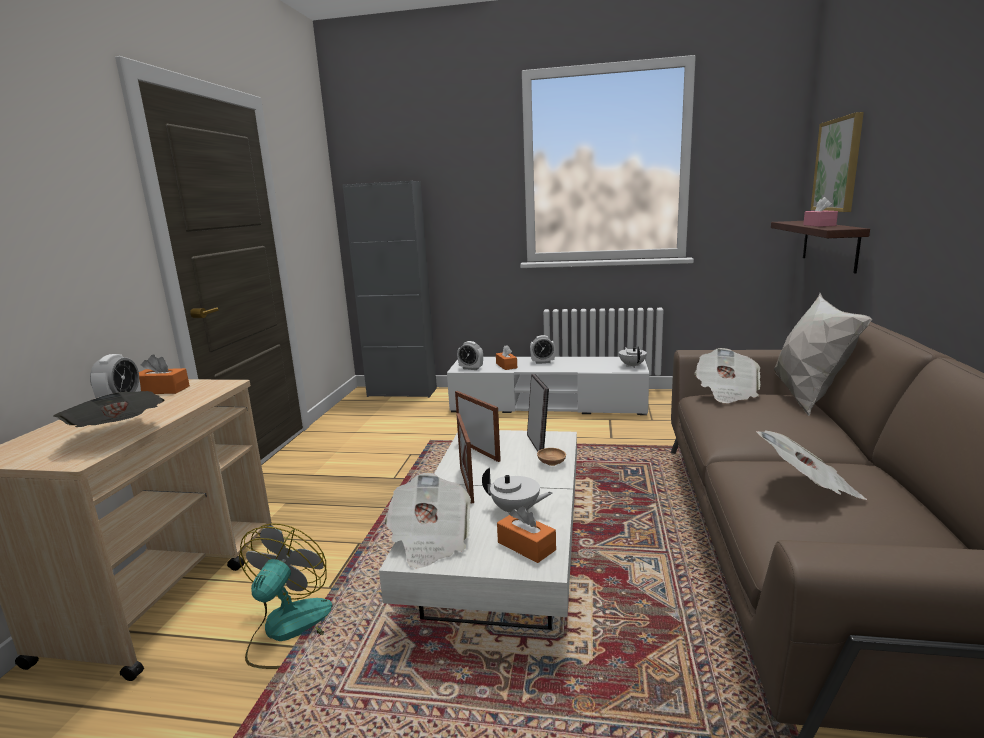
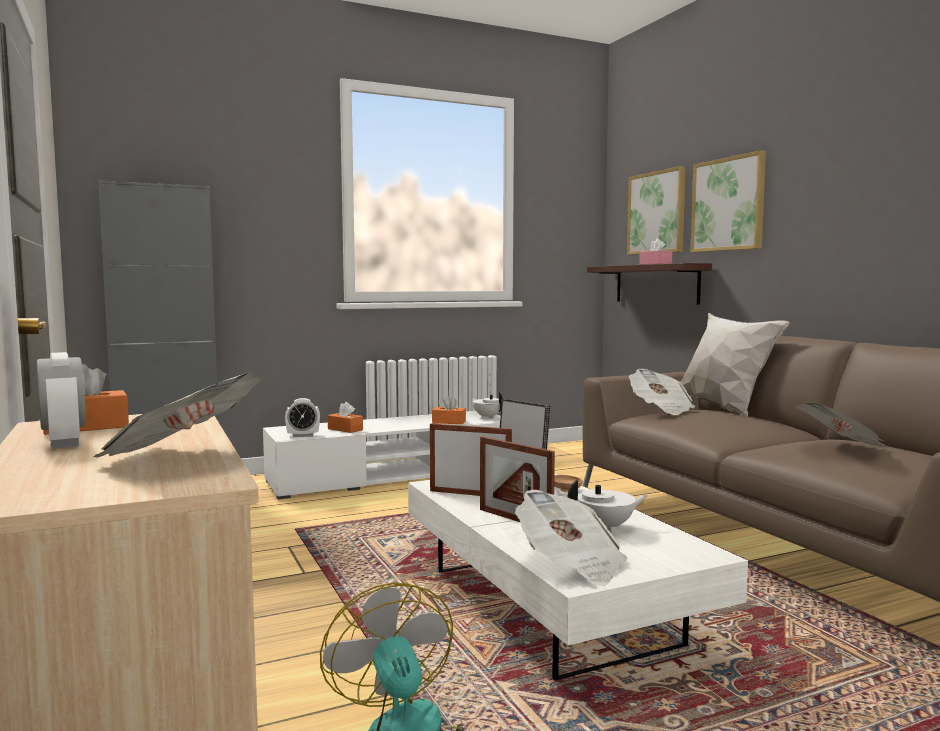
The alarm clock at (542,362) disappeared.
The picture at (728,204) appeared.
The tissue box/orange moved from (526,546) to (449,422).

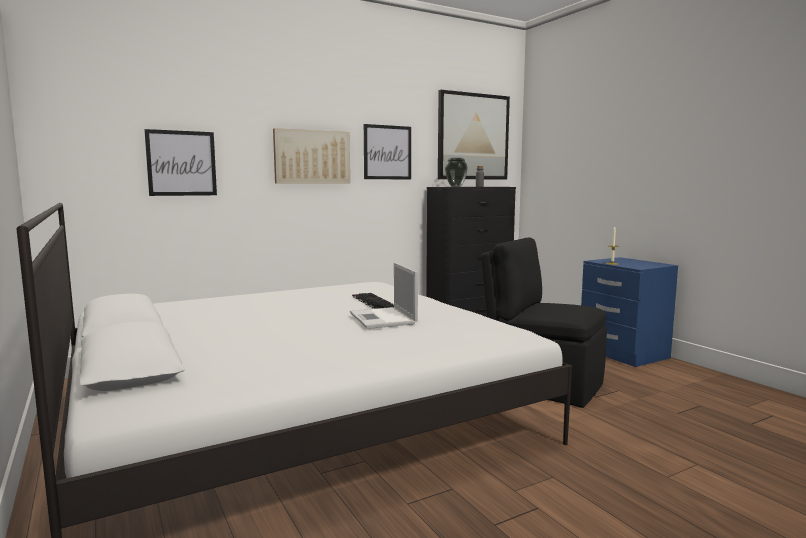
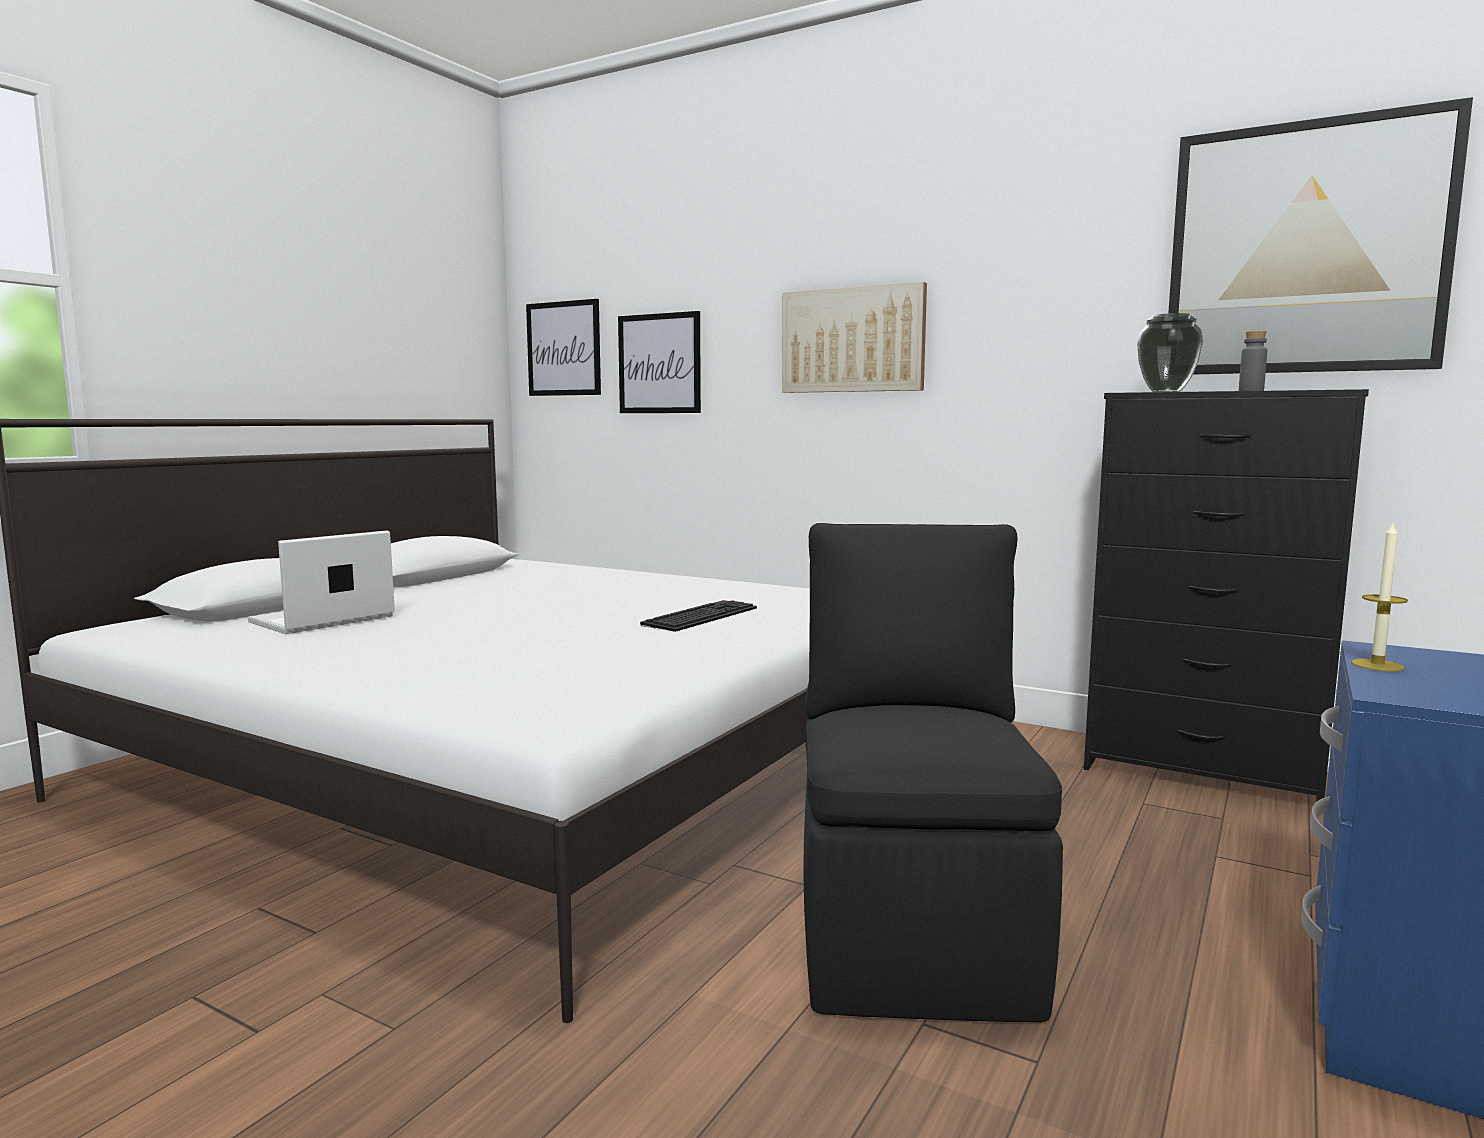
The laptop moved from (383,319) to (320,620).
The picture moved from (387,152) to (563,348).

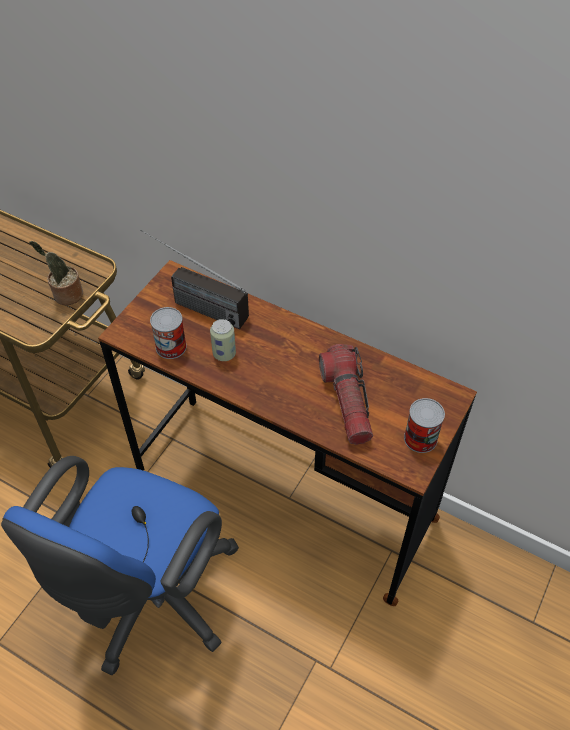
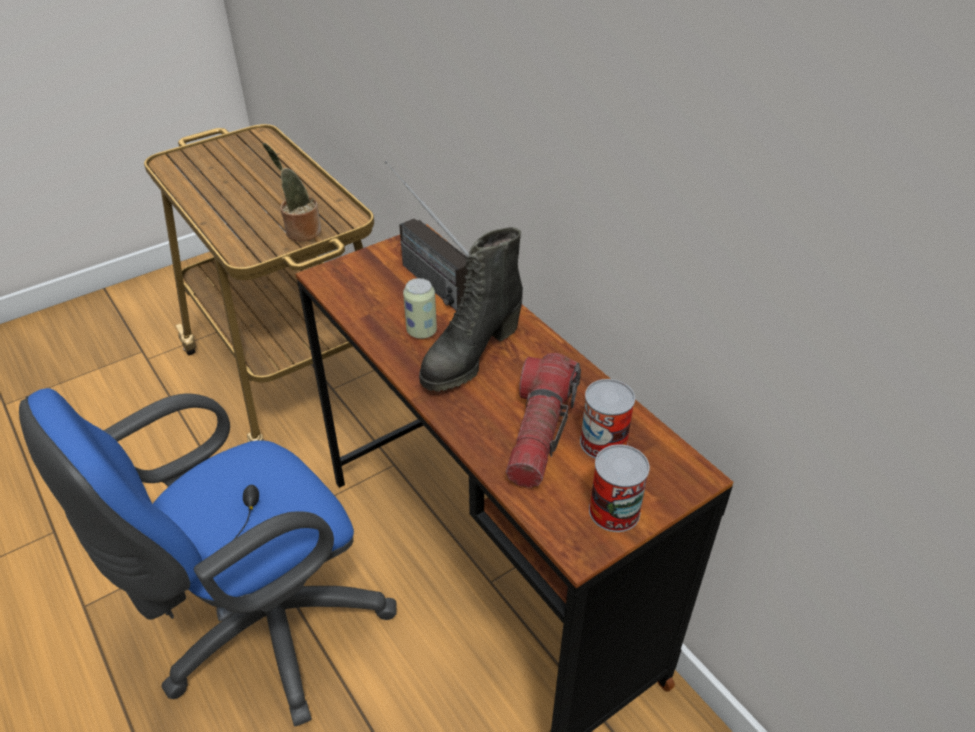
The boot/black at (470,355) appeared.
The can moved from (171,347) to (603,442).

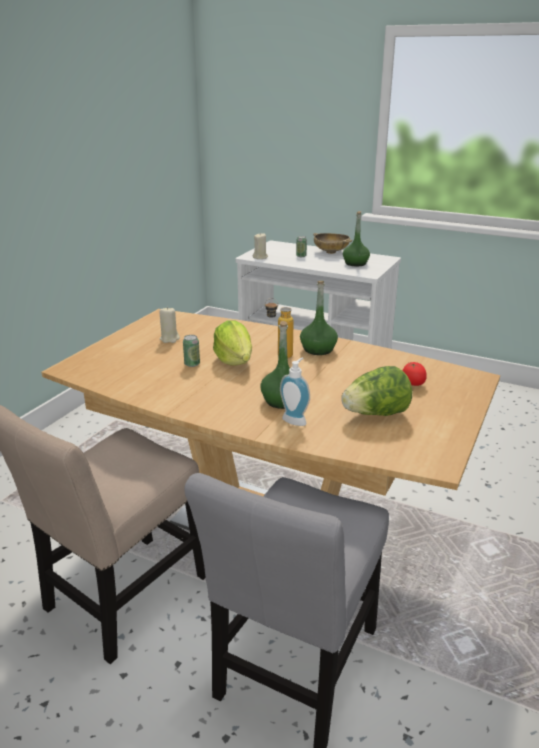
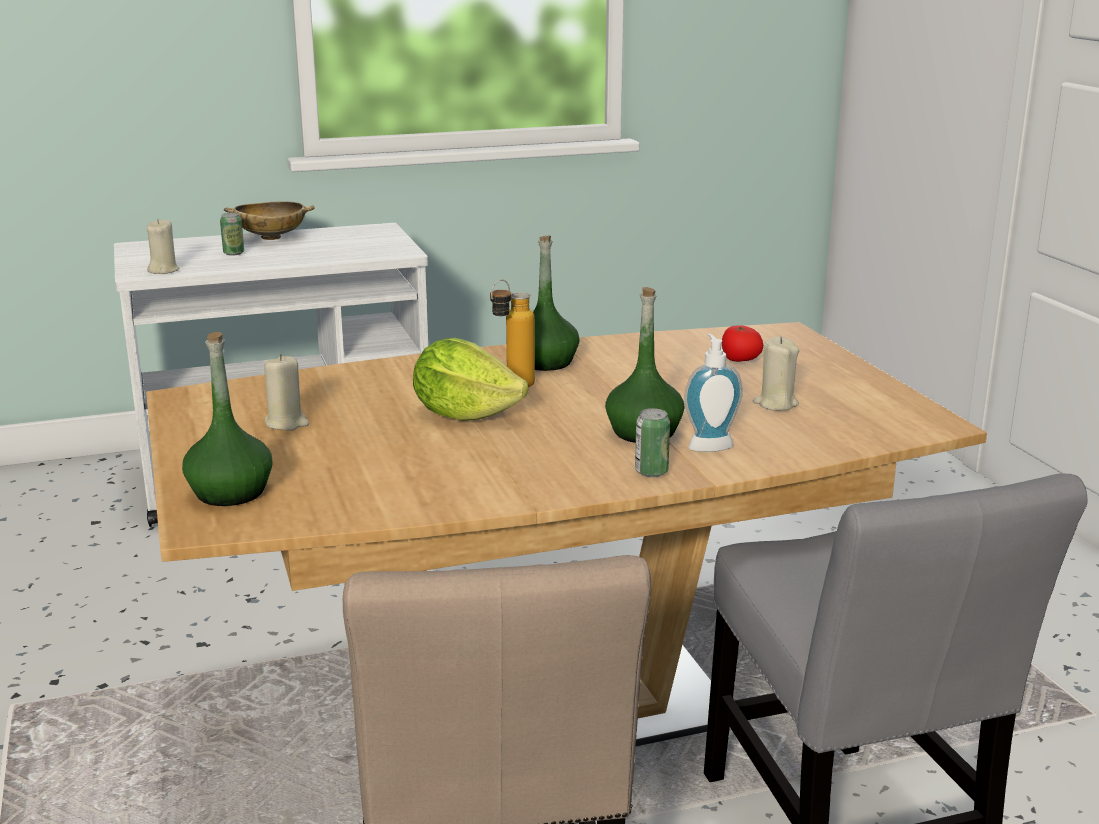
The can moved from (192,364) to (651,472).
The bottle/green moved from (355,263) to (230,493).
The lettuce at (376,414) was replaced by the candle/beige at (775,404).

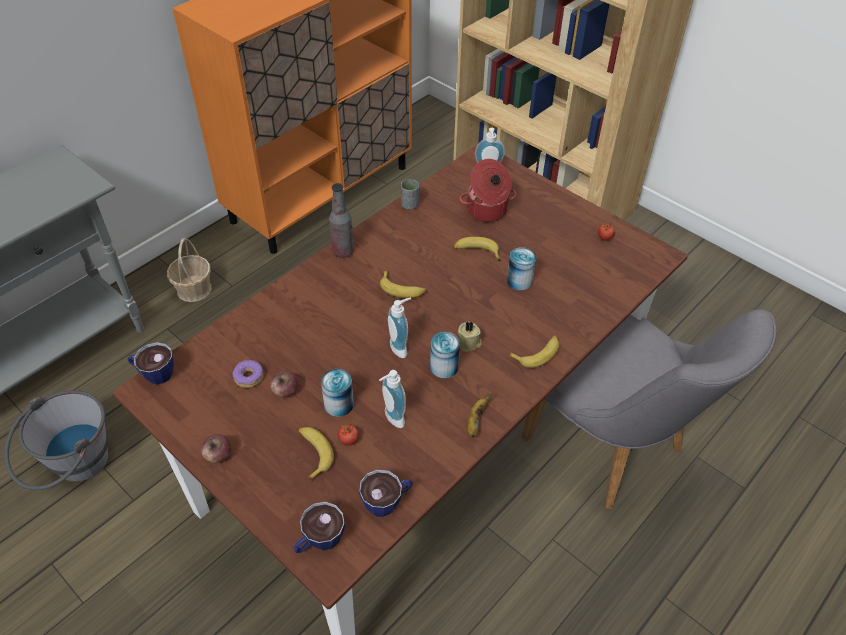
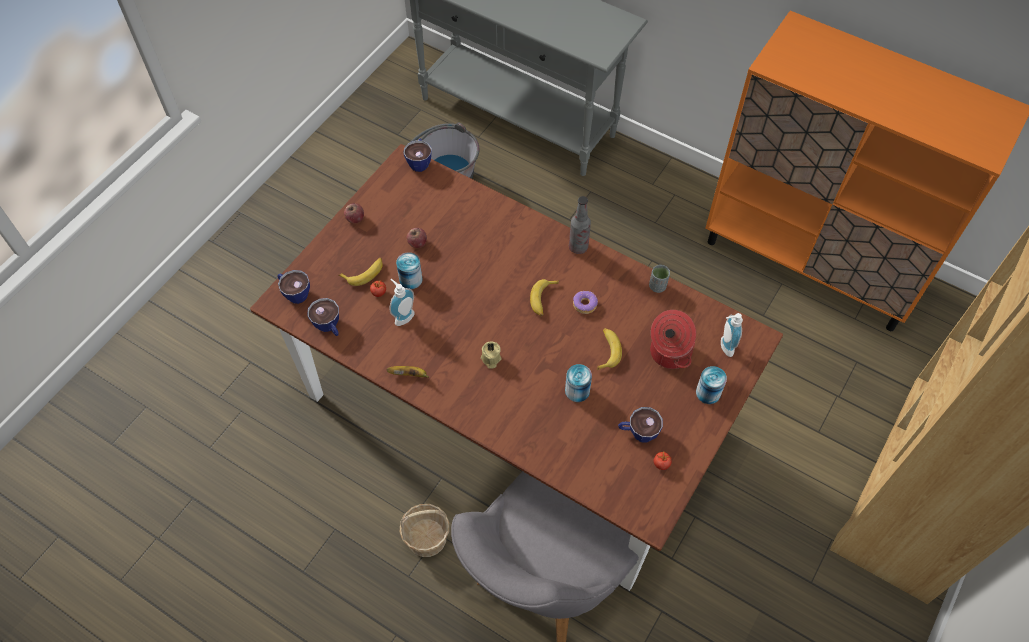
The soap dispenser at (401,347) disappeared.
The banana at (537,354) disappeared.
The cup at (638,432) appeared.
The basket moved from (194,289) to (426,537).
The donut moved from (248,377) to (584,304).
The can moved from (444,367) to (708,393).

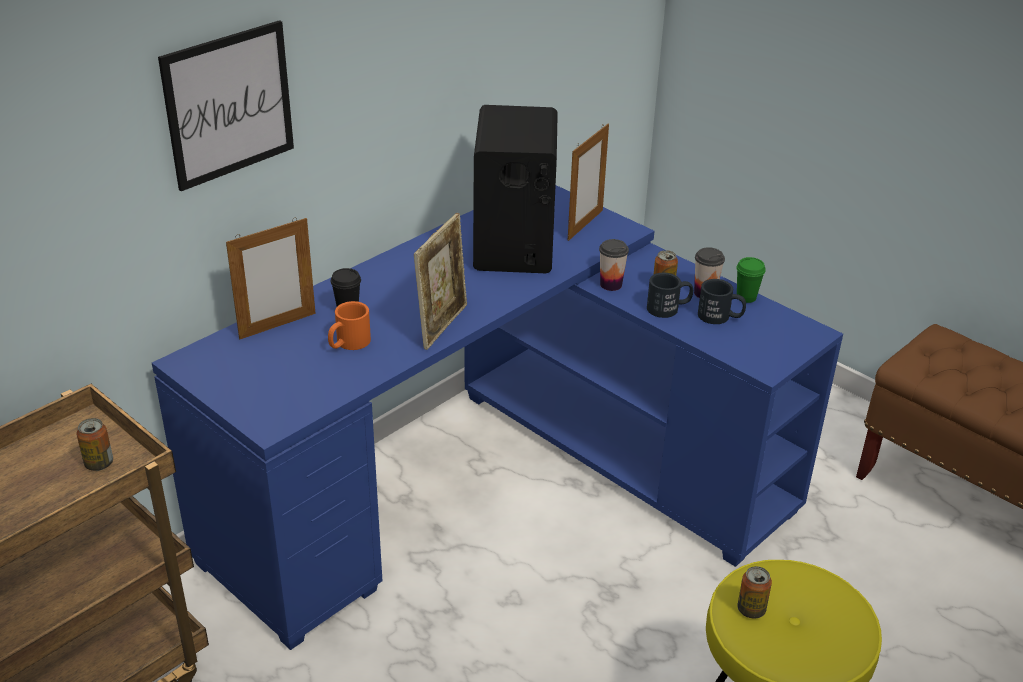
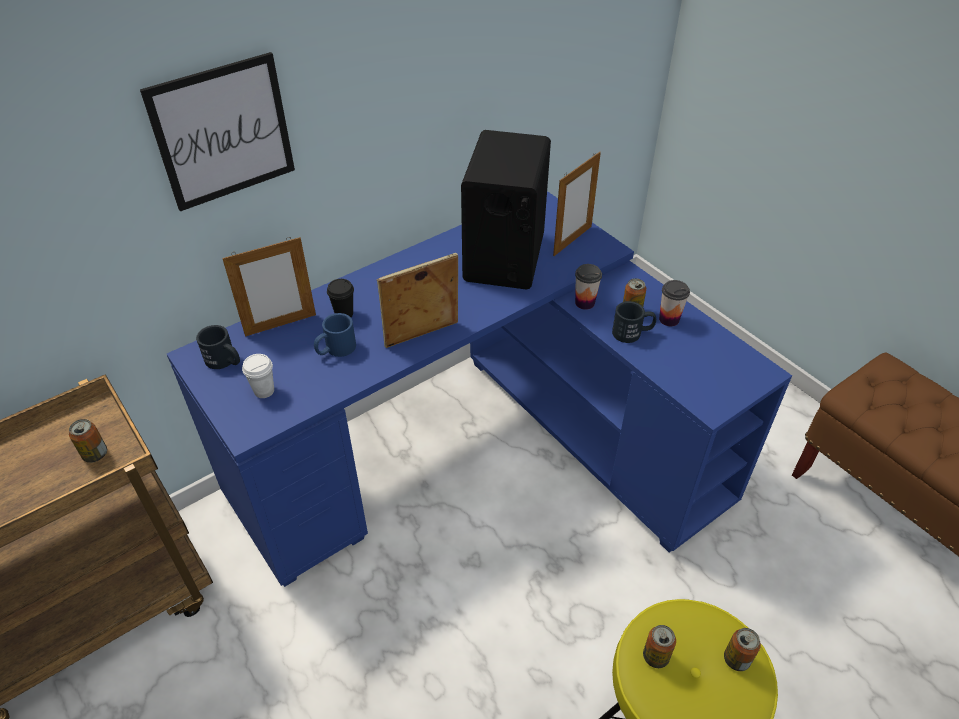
The cup/green at (746,297) disappeared.
The cup/white at (264,391) appeared.
The can at (736,659) appeared.
The mug/black moved from (720,317) to (225,361).
The mug/orange at (348,344) became the mug/blue at (335,349).
The picture frame at (442,325) turned 150 degrees counterclockwise.

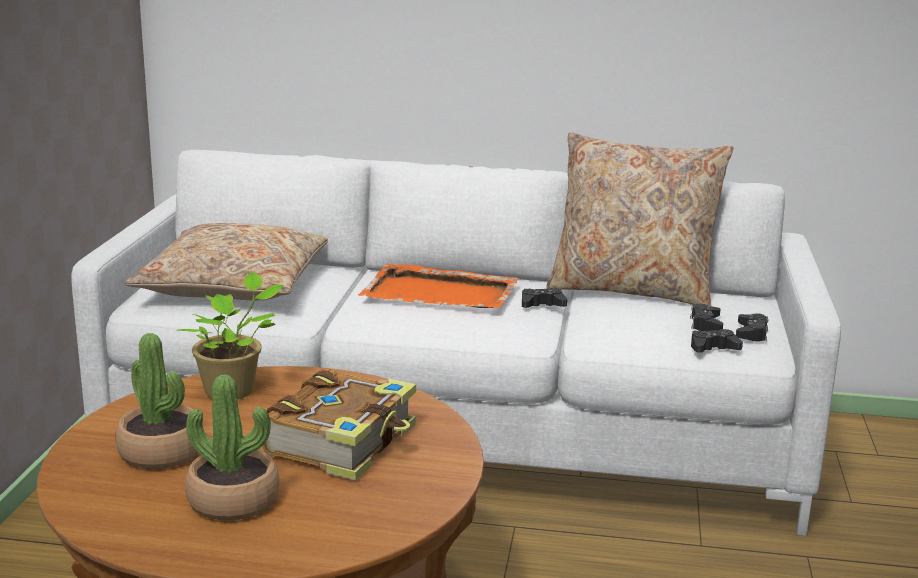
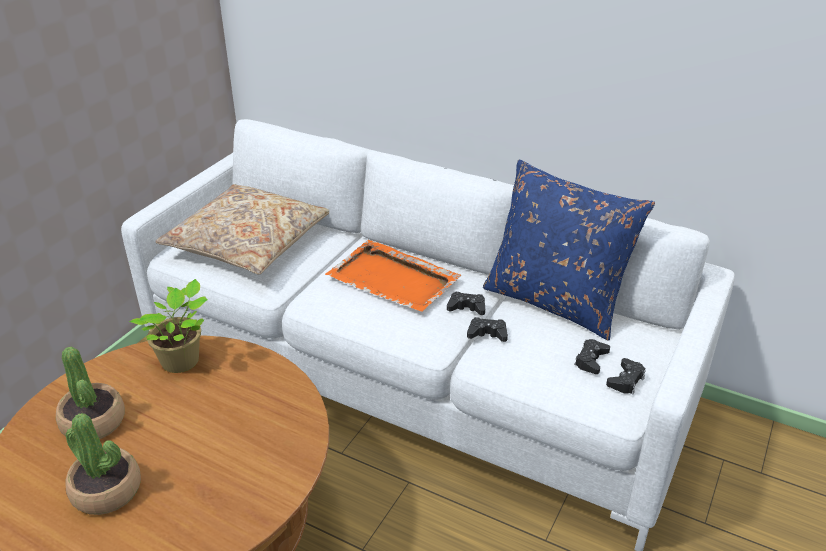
The book at (344,442) disappeared.
The game controller/black moved from (713,348) to (487,334).
The pillow/beige at (632,290) became the pillow/blue at (555,301).

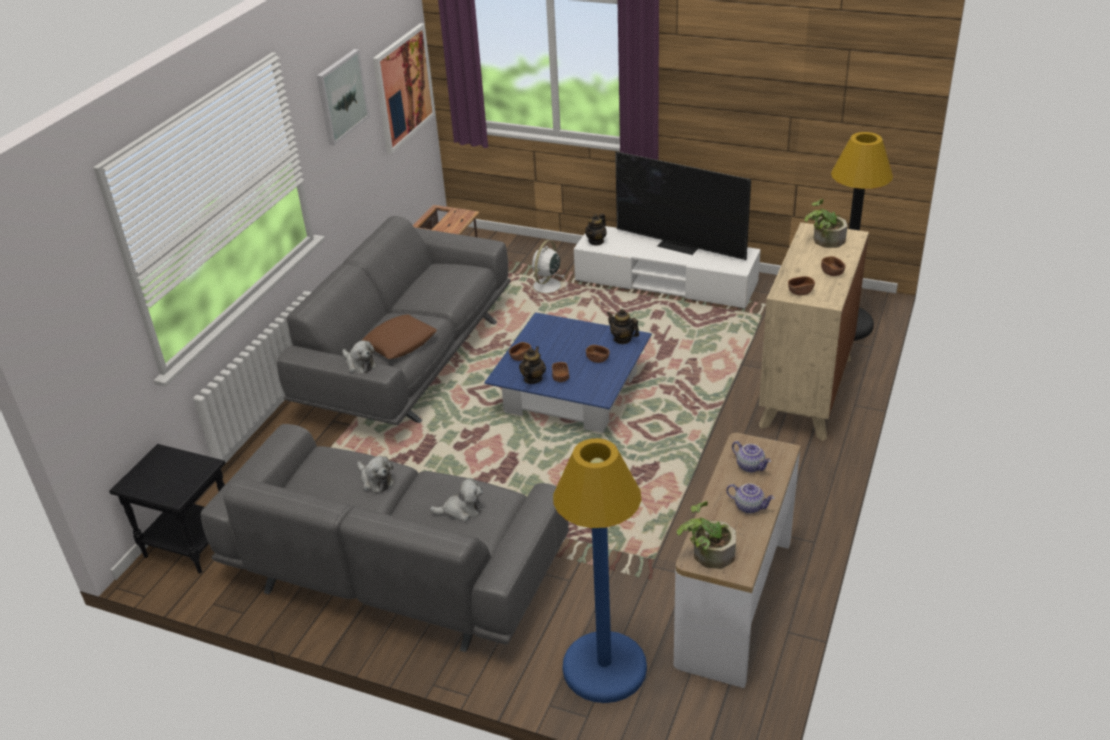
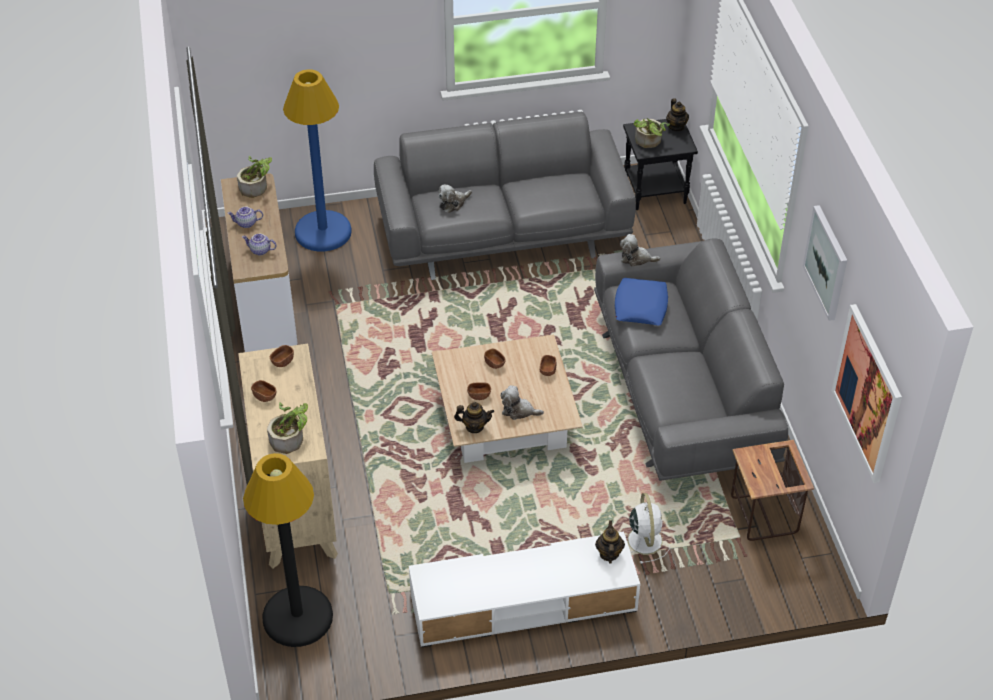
The television at (680,245) disappeared.
The potted plant at (649,142) appeared.
The plush toy moved from (375,480) to (518,411).
The teapot moved from (532,379) to (676,126).
The pillow/brown at (399,342) became the pillow/blue at (641,306).
The coffee table/blue at (571,391) became the coffee table/beige at (506,417).

